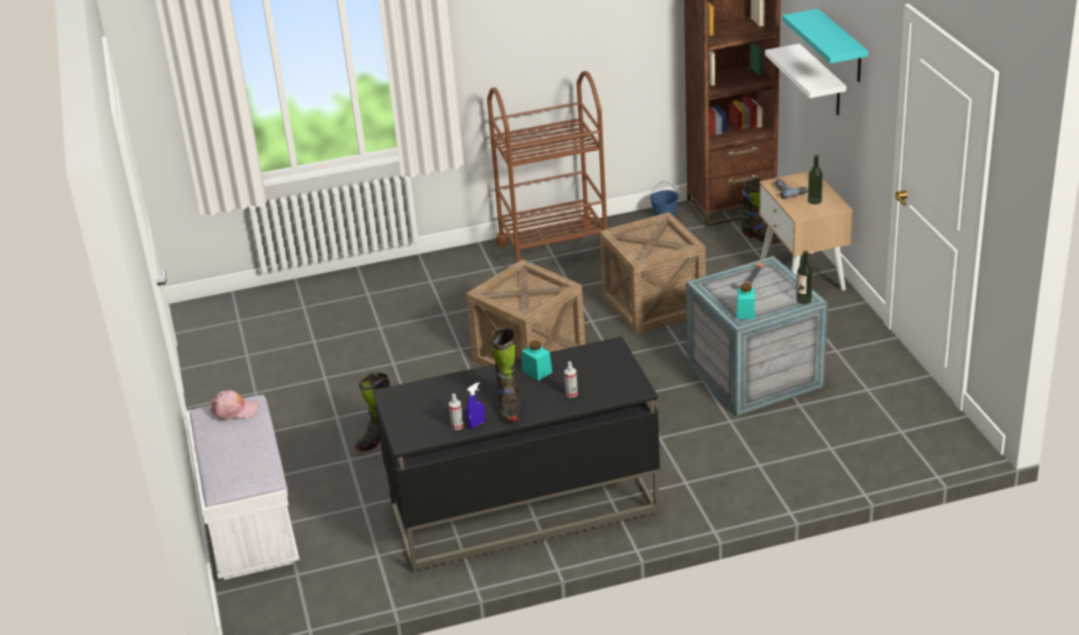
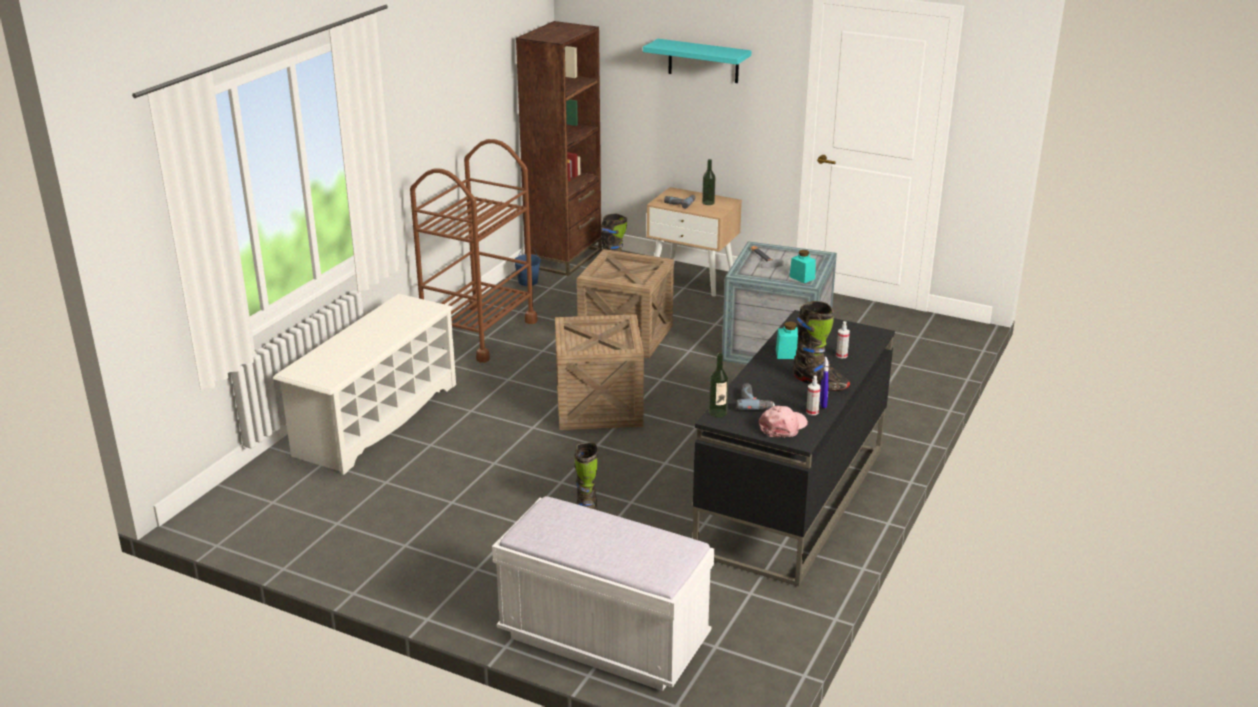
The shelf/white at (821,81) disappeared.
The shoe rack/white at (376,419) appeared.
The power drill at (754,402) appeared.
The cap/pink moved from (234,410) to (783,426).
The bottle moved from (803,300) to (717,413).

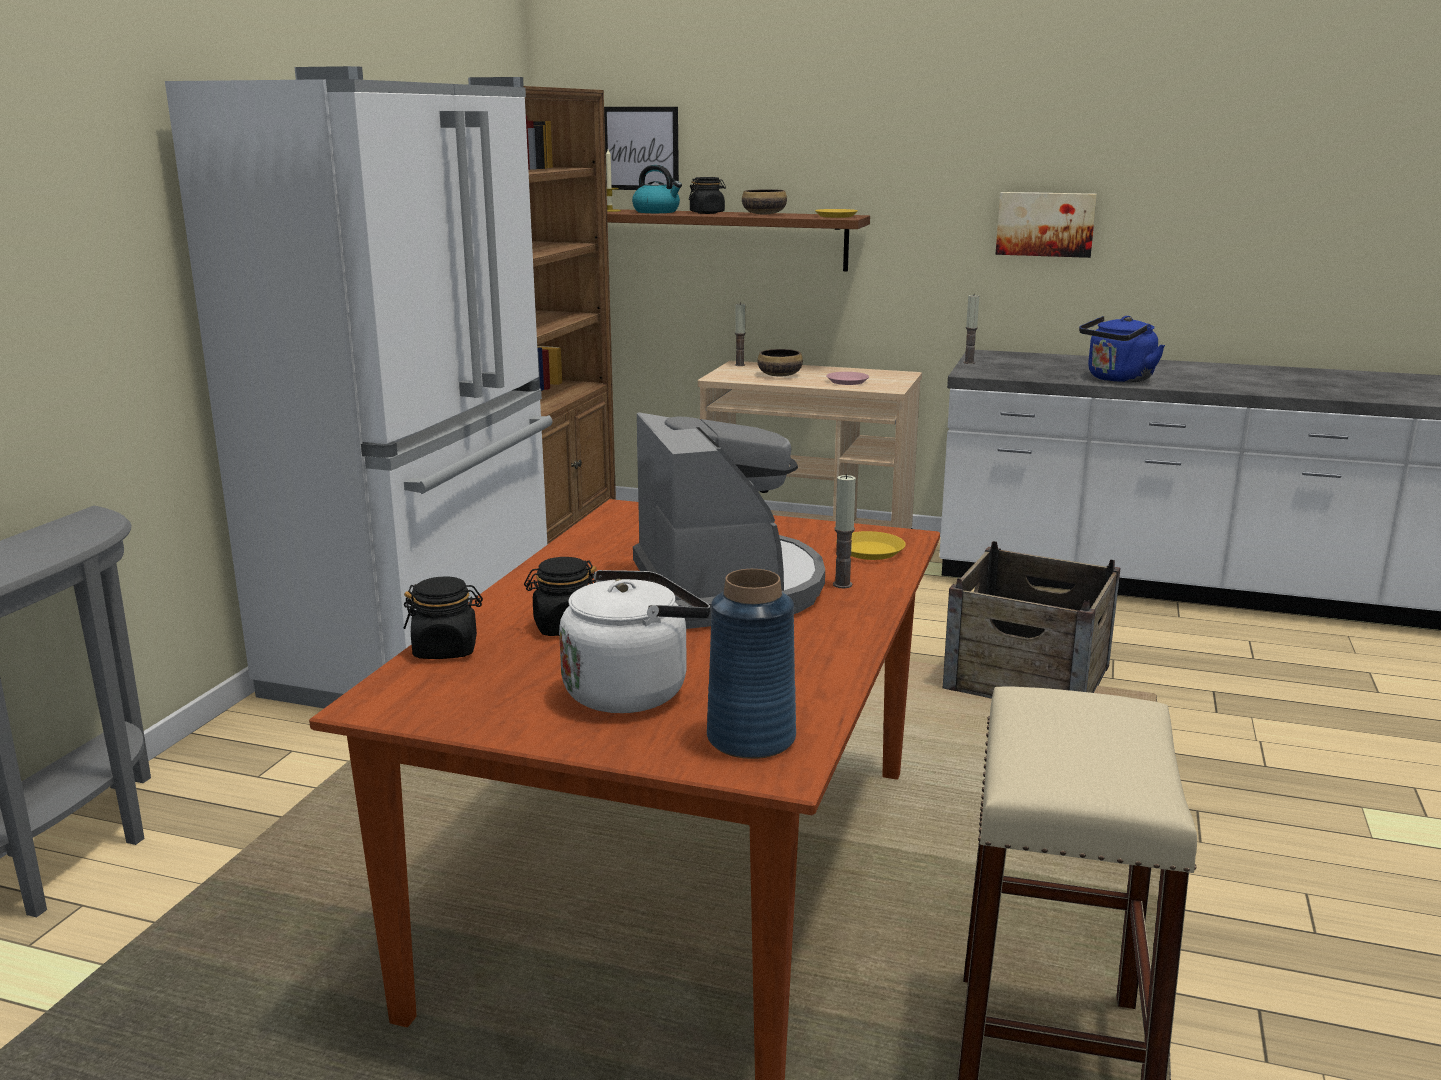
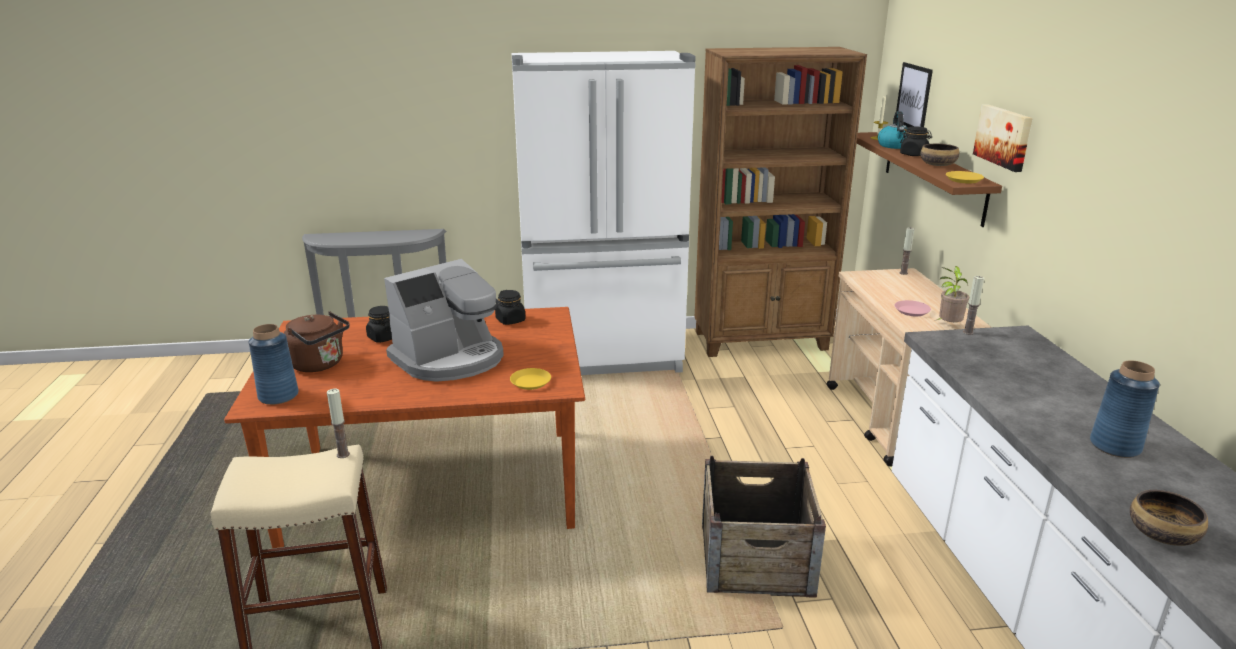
The kettle/blue at (1117,379) disappeared.
The potted plant at (947,326) appeared.
The vase/blue at (1115,446) appeared.
The jar/black moved from (446,650) to (510,320).
The bowl moved from (780,375) to (1163,534).
The candle moved from (842,584) to (343,454).
The picture moved from (1045,224) to (1004,137).
The kettle/white at (632,690) became the kettle/brown at (320,364).

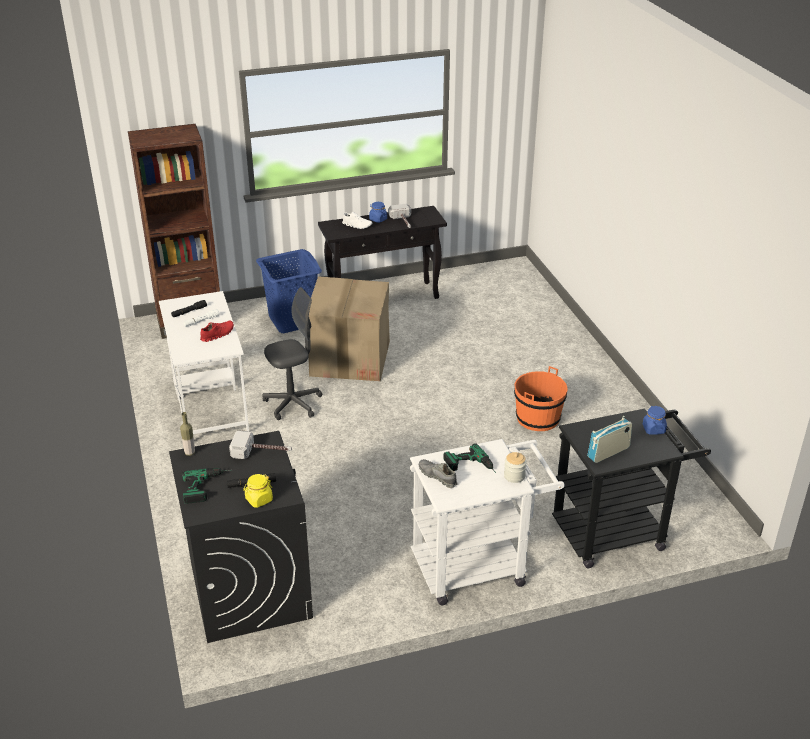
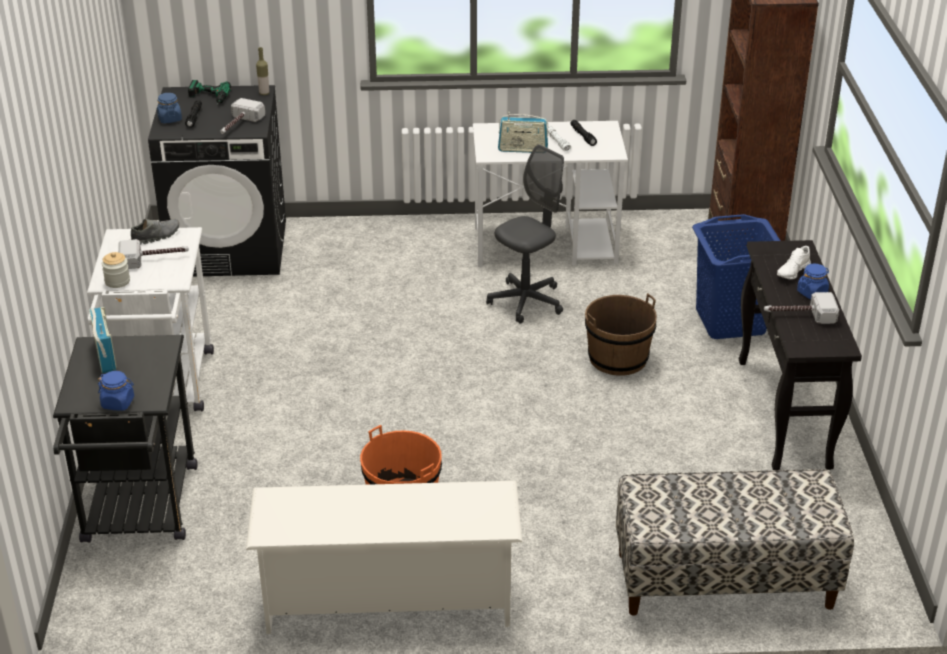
The shoe rack/white at (388,600) appeared.
The bench at (724,581) appeared.
The shoe/red at (217,334) was replaced by the radio at (522,149).
The cardboard box at (350,358) was replaced by the bucket/brown at (618,358).
The power drill at (471,467) was replaced by the hammer at (154,259).
The jar/yellow at (259,500) became the jar/blue at (170,119).
The office chair/grey at (293,404) turned 120 degrees counterclockwise.

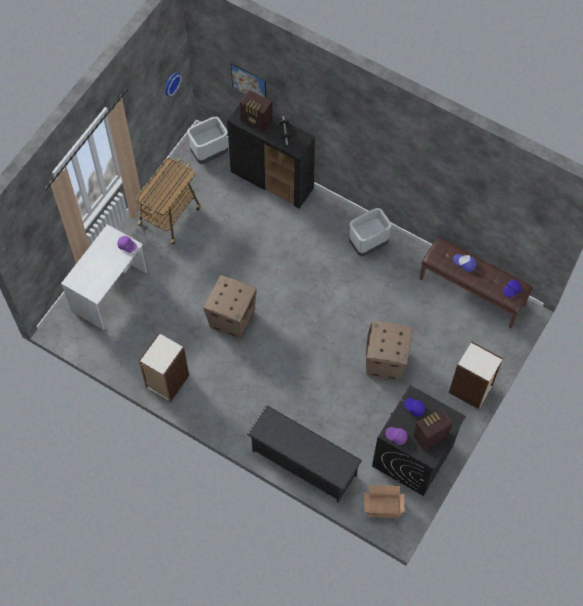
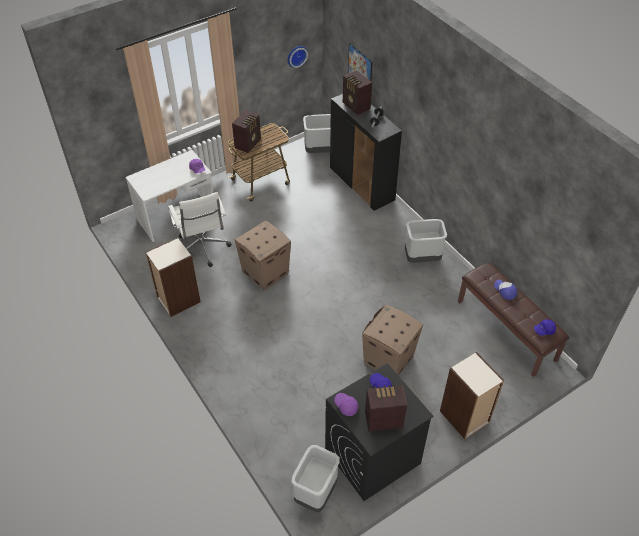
The shoe rack/black at (303,463) disappeared.
The office chair/white at (203,249) appeared.
The radio at (248,143) appeared.
The cardboard box at (382,506) was replaced by the trash can/grey at (315,492).

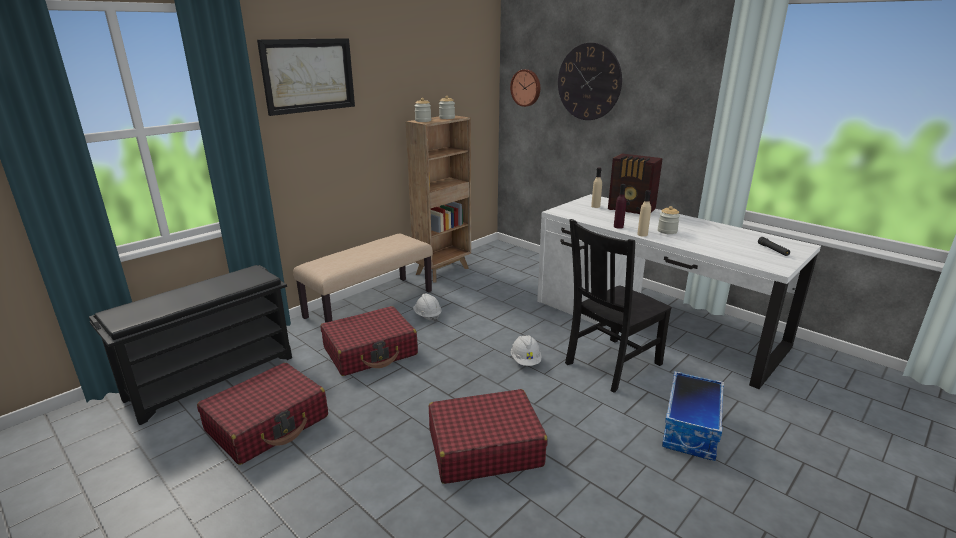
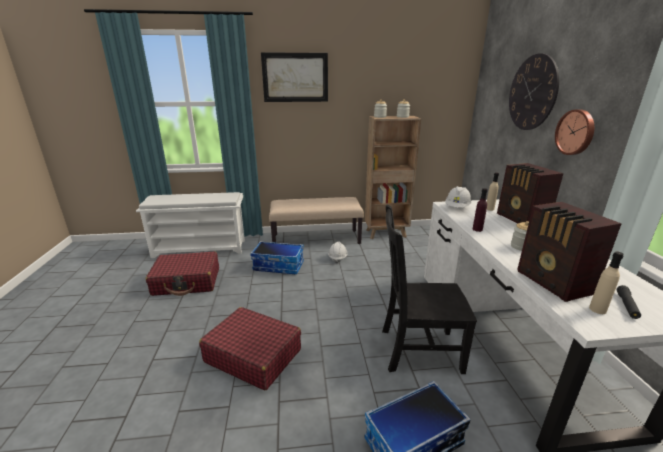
The radio at (554,283) appeared.
The wall clock moved from (526,88) to (575,132).
The hard hat/white moved from (525,360) to (457,207).
The bottle/beige moved from (642,234) to (597,309).
The suitcase/red at (370,351) was replaced by the storage box at (279,266).
The shoe rack/black at (213,377) became the shoe rack/white at (201,248).

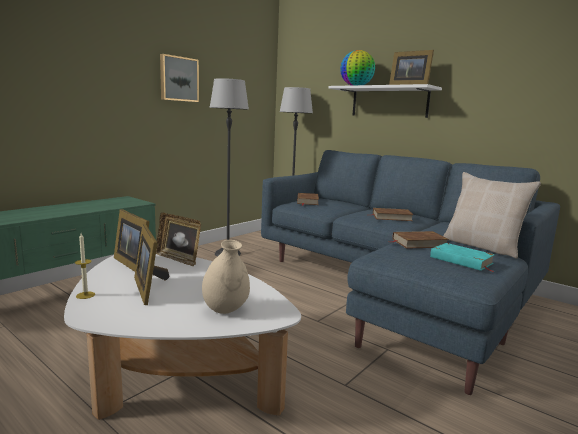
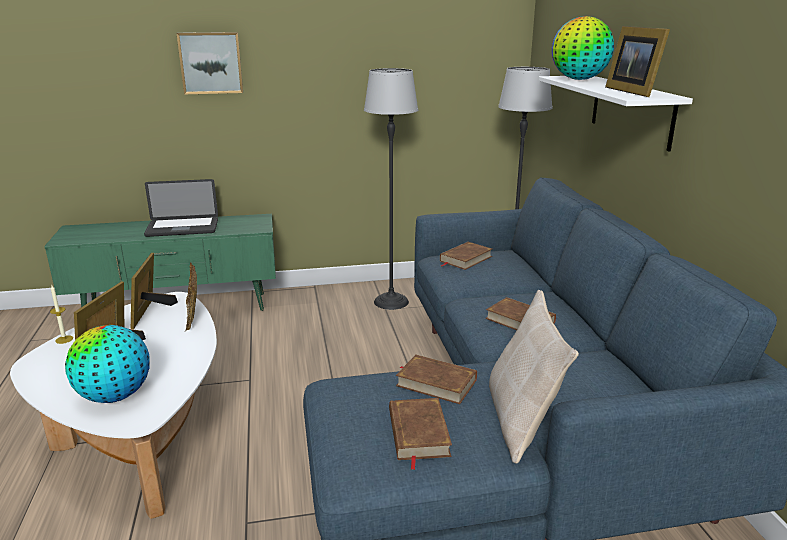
The laptop at (182,228) appeared.
The picture moved from (178,79) to (211,63).
The vase/beige at (225,310) was replaced by the globe at (114,396).
The book/turquoise at (461,260) became the book/brown at (418,433).

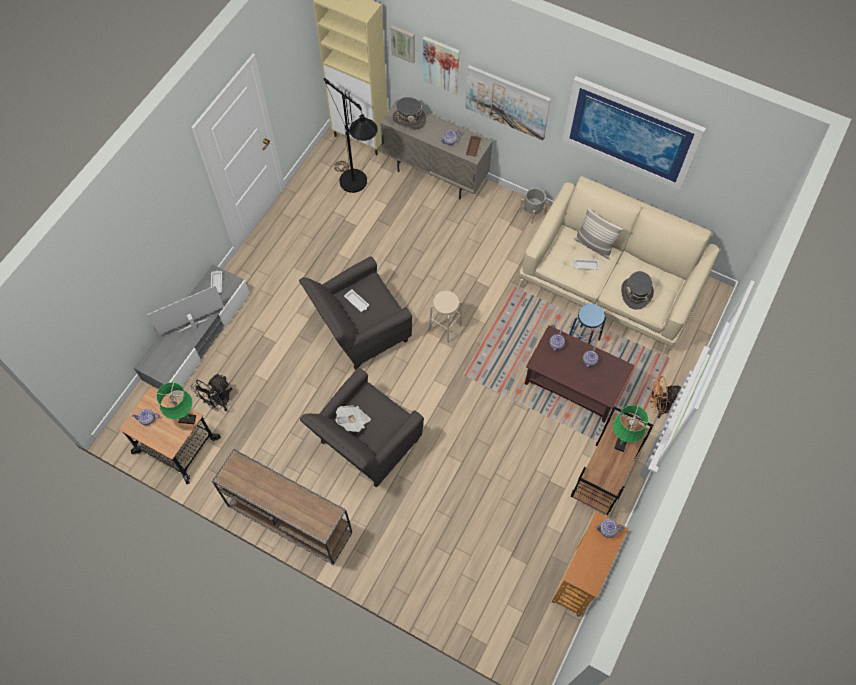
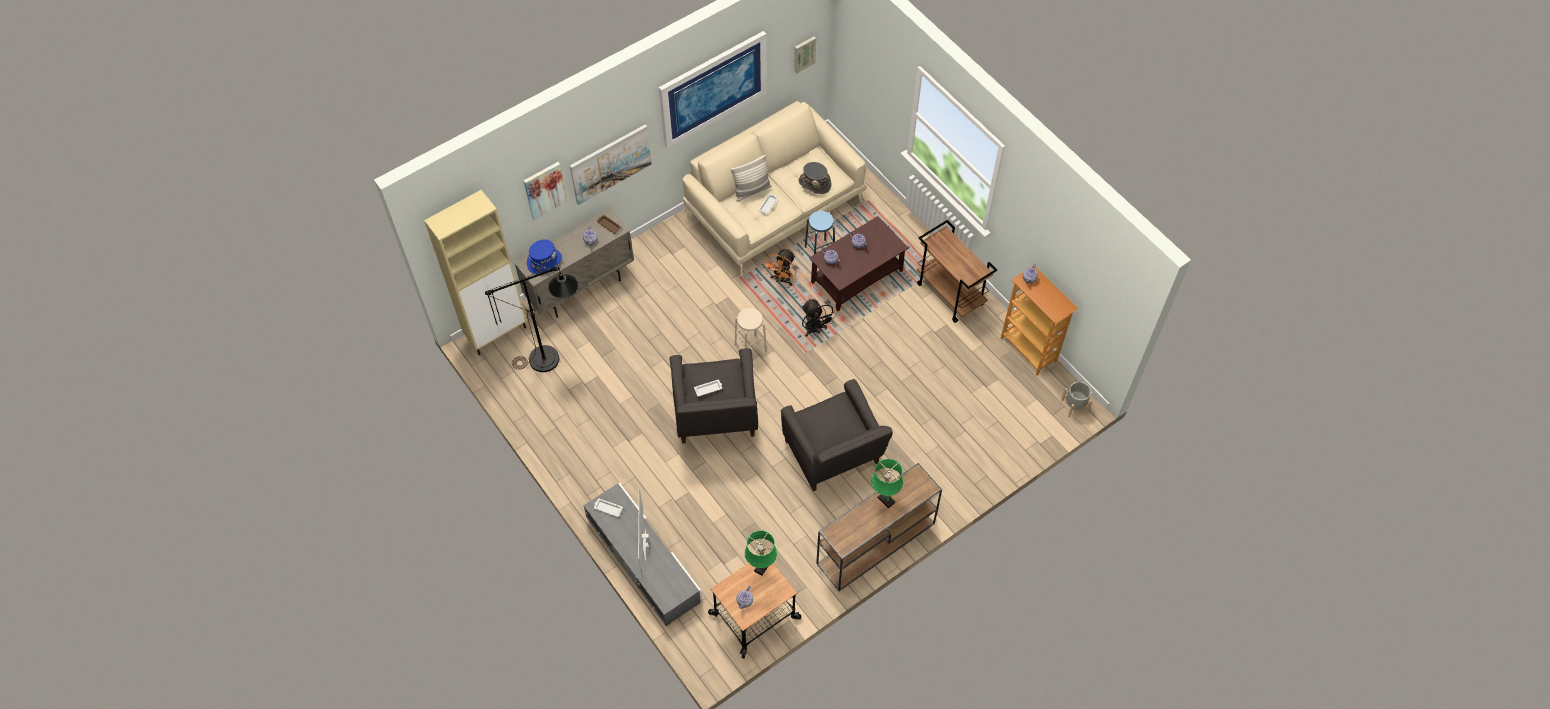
The newspaper at (353,421) disappeared.
The fan/black moved from (218,402) to (815,330).
The picture moved from (403,43) to (804,53).
The planter/grey moved from (532,212) to (1074,406).
The table lamp/green moved from (621,441) to (884,498).
The fan/orange moved from (659,406) to (781,280).
The hat/grey at (409,119) became the hat/blue at (544,261).

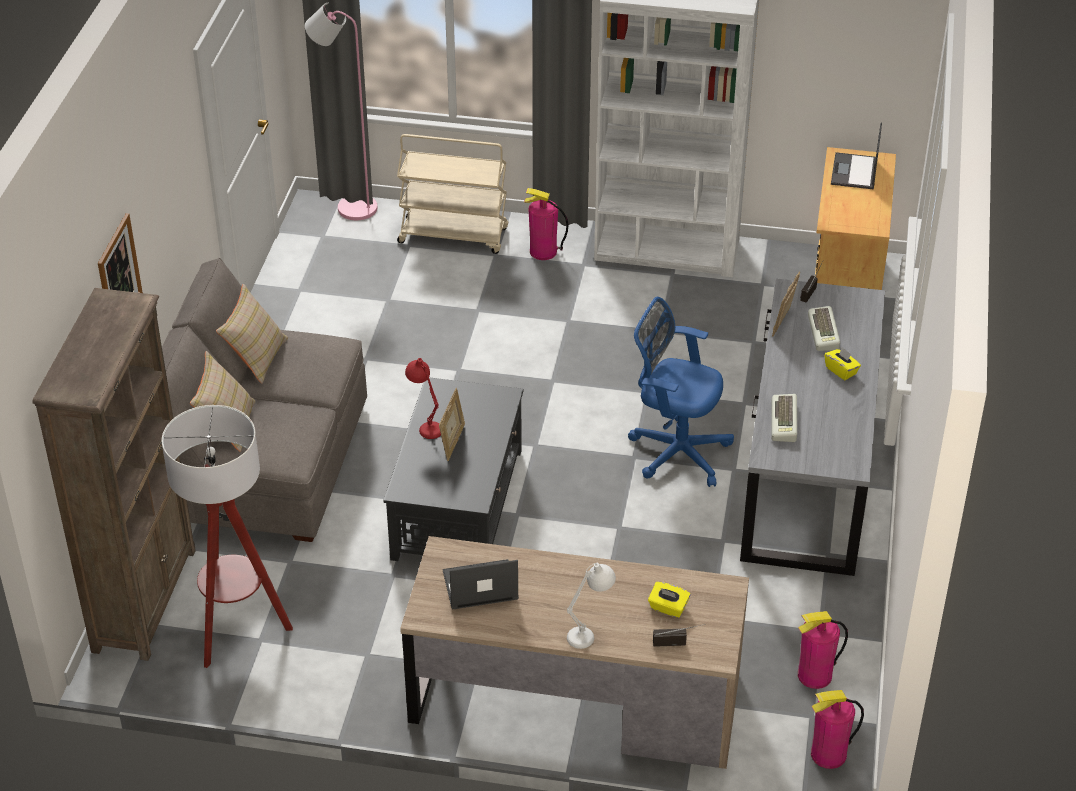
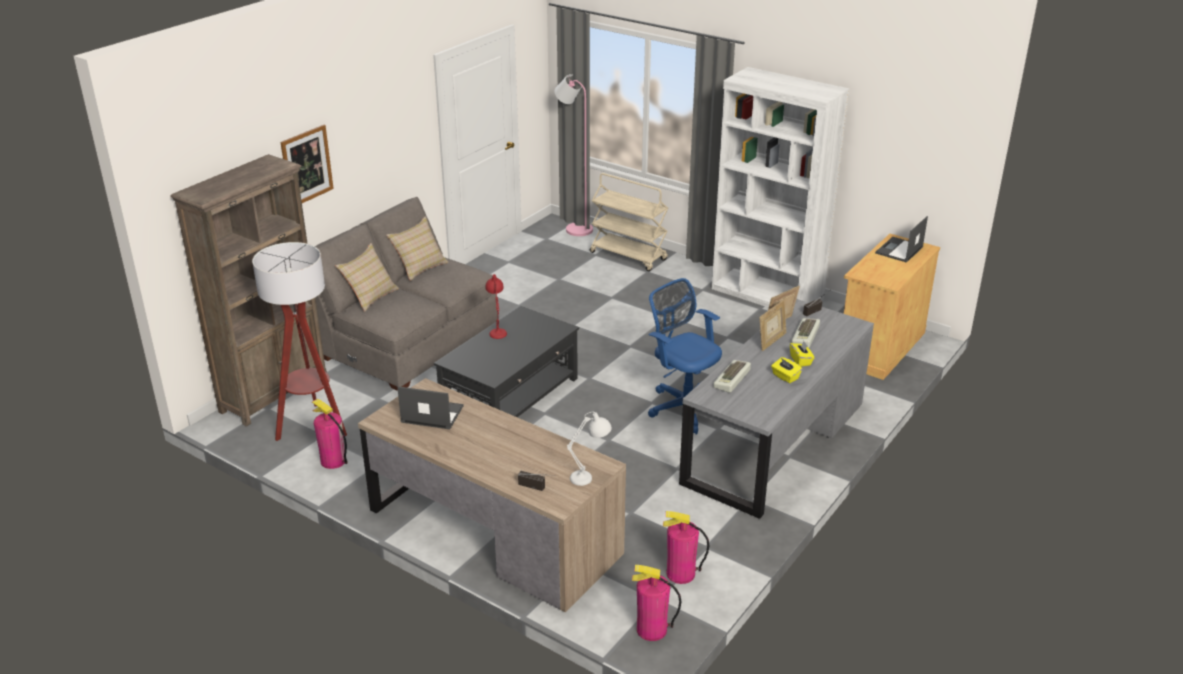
The picture frame moved from (453,443) to (771,342).
The fire extinguisher moved from (543,252) to (333,461).
The table lamp/white moved from (590,633) to (590,478).
The tissue box/yellow moved from (668,608) to (785,377).

